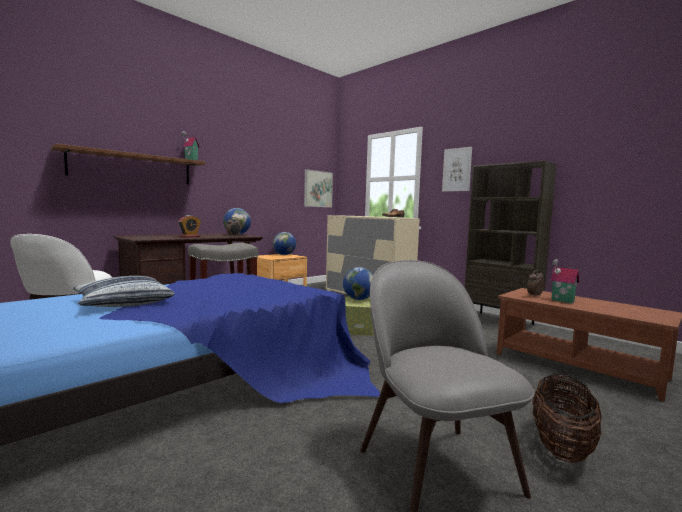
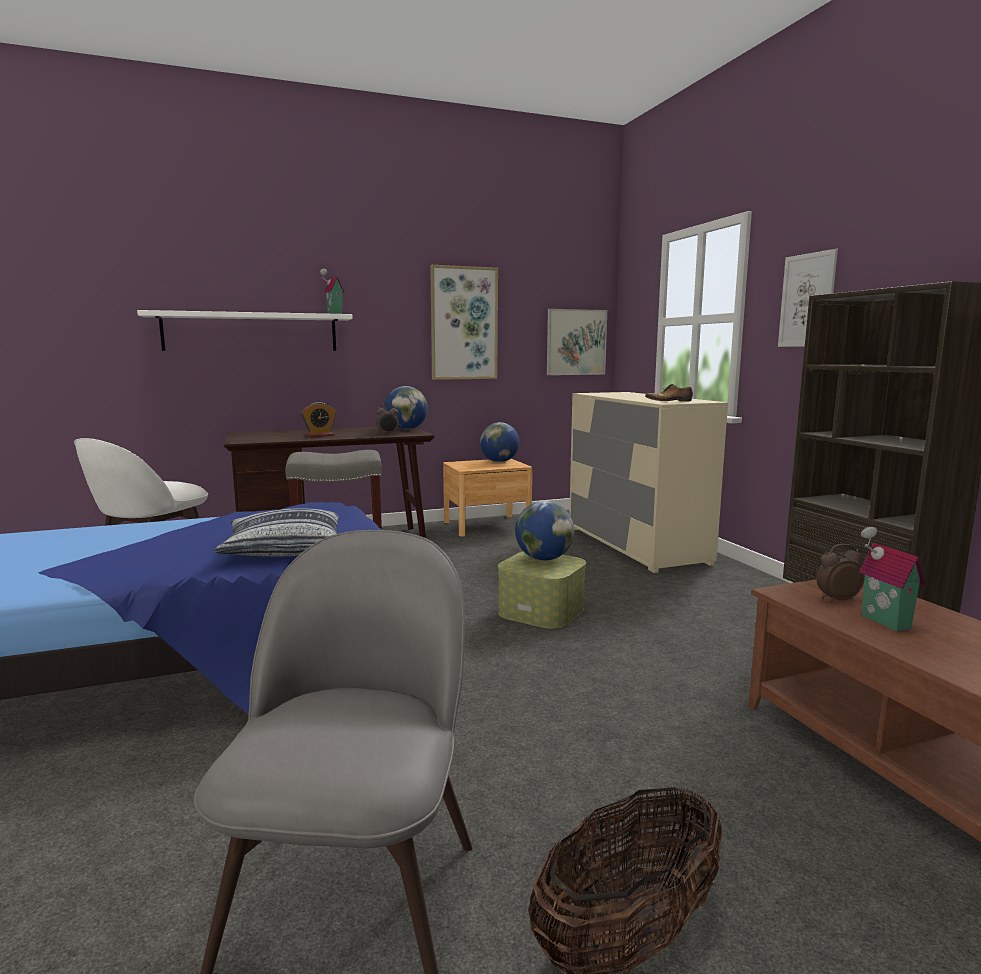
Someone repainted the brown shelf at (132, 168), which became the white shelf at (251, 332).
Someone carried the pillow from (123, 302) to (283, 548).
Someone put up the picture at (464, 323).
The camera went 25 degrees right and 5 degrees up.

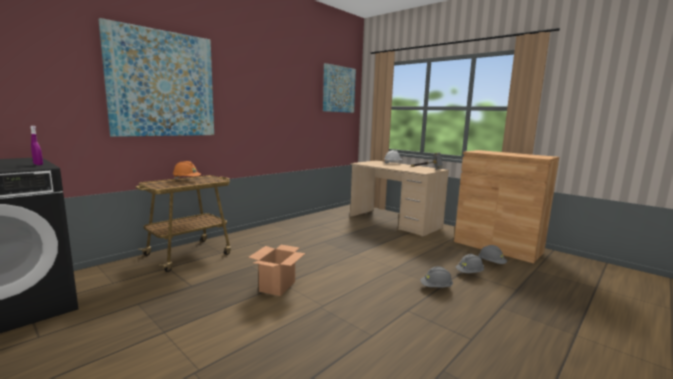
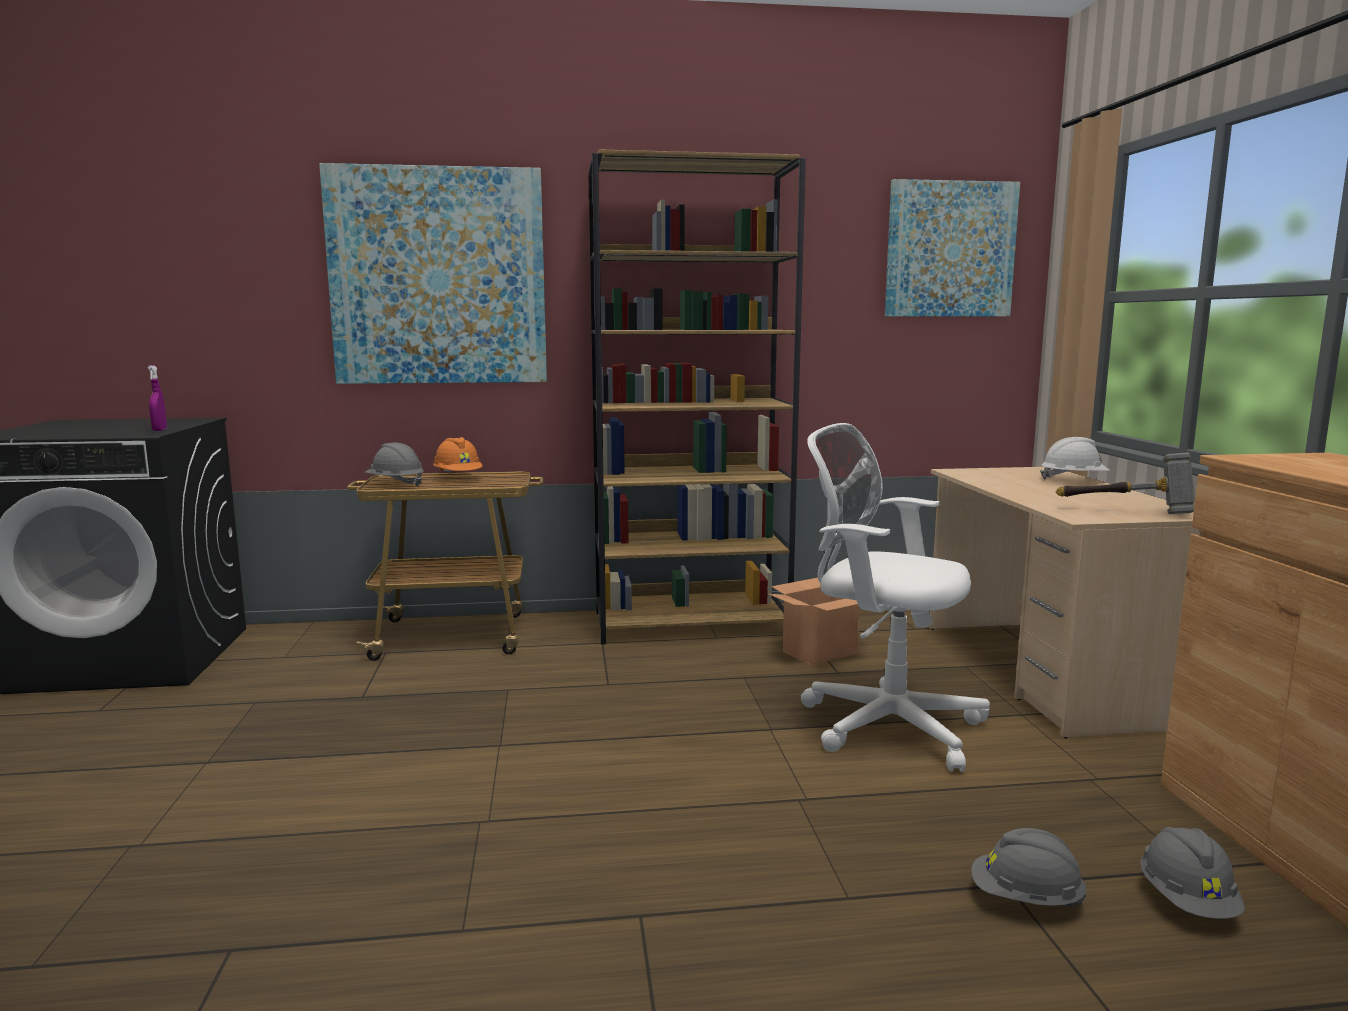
Someone carried the grey hard hat from (436, 288) to (395, 484).
Someone put down the brown bookcase at (691, 623).
Someone carried the cardboard box from (277, 286) to (820, 652).
Someone put down the white office chair at (883, 723).
The camera went 40 degrees right and 0 degrees up.

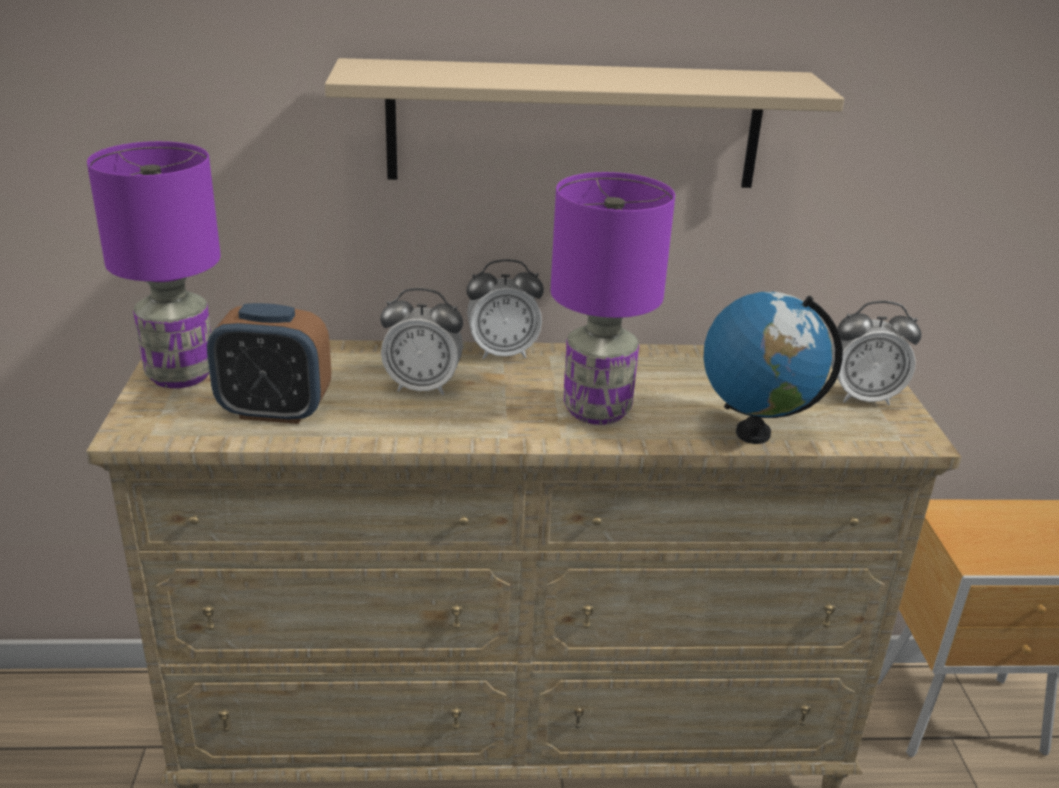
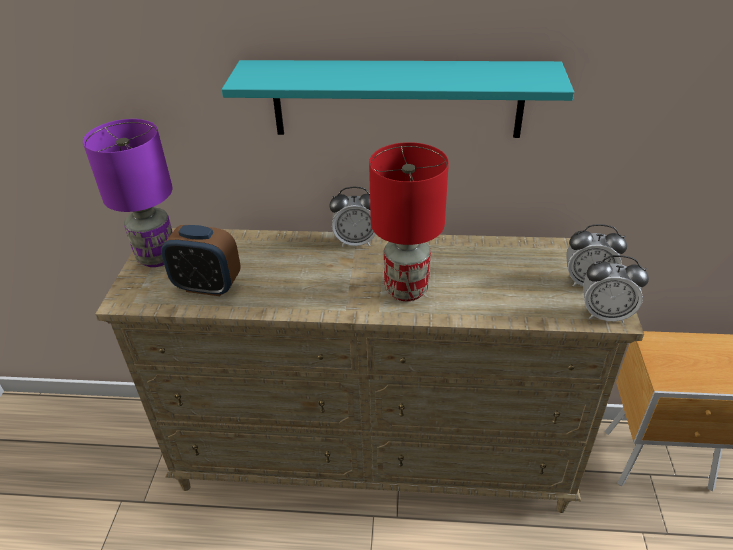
Someone repainted the beige shelf at (574, 125), which became the turquoise shelf at (397, 99).
Someone repainted the purple table lamp at (596, 411), which became the red table lamp at (405, 290).
Someone carried the alarm clock from (423, 387) to (605, 314).
Someone took away the globe at (753, 433).
The camera went 10 degrees right and 10 degrees up.

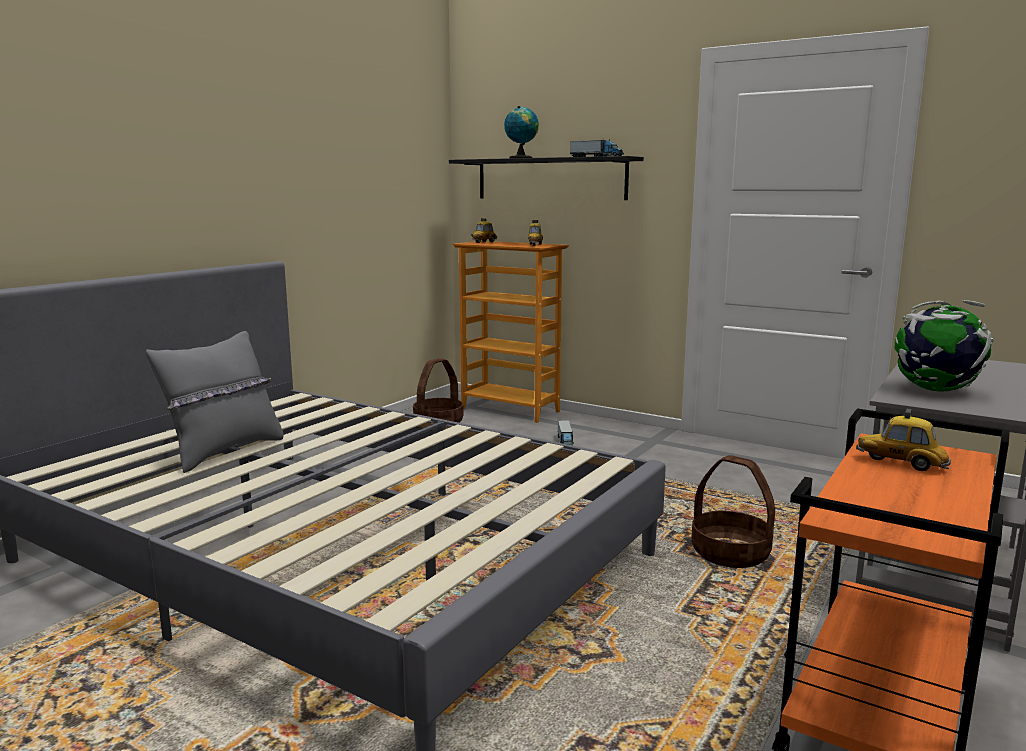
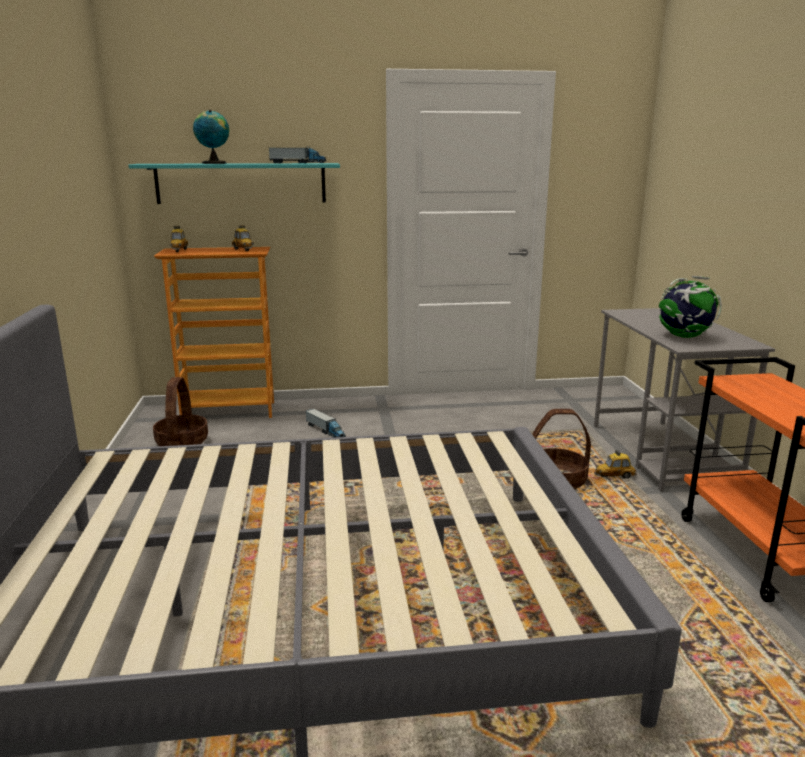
Someone repainted the black shelf at (550, 179), which became the turquoise shelf at (241, 183).
Someone carried the toy car from (901, 463) to (614, 476).
Someone took away the grey pillow at (224, 451).
The camera went 40 degrees left and 5 degrees up.

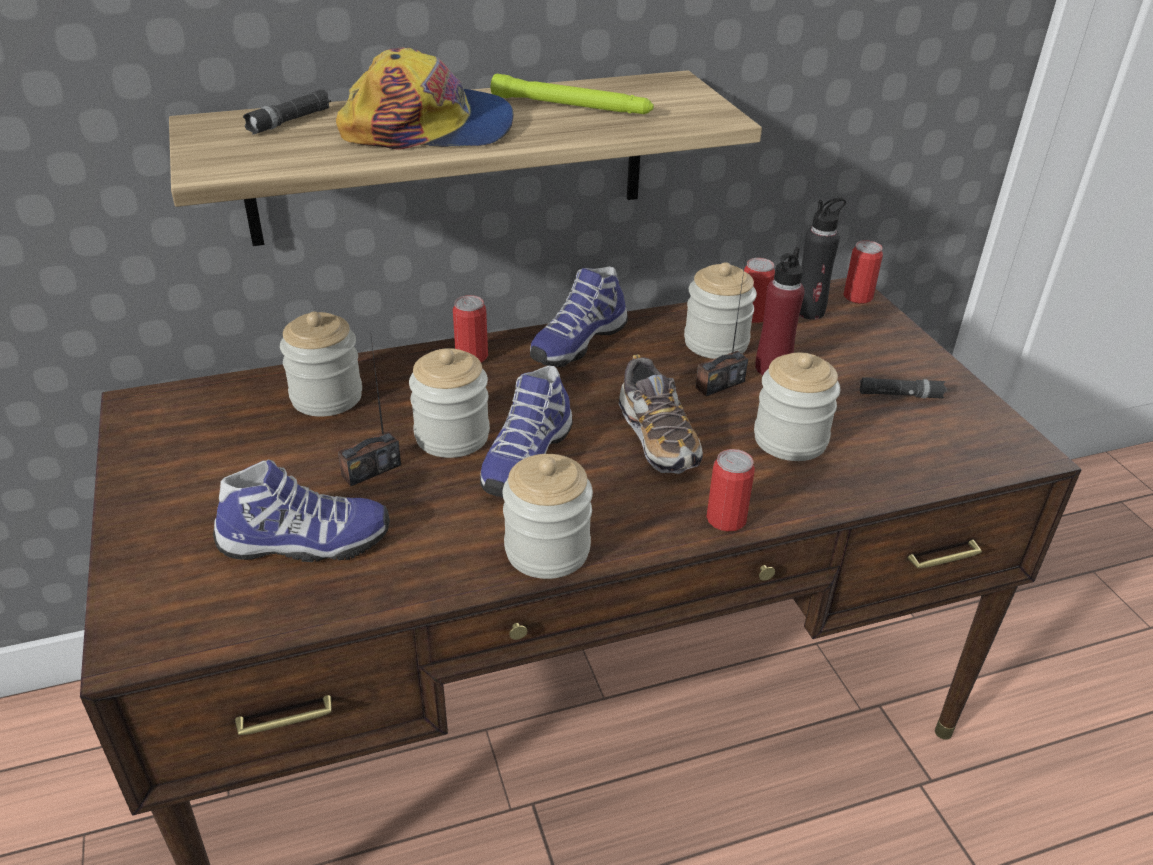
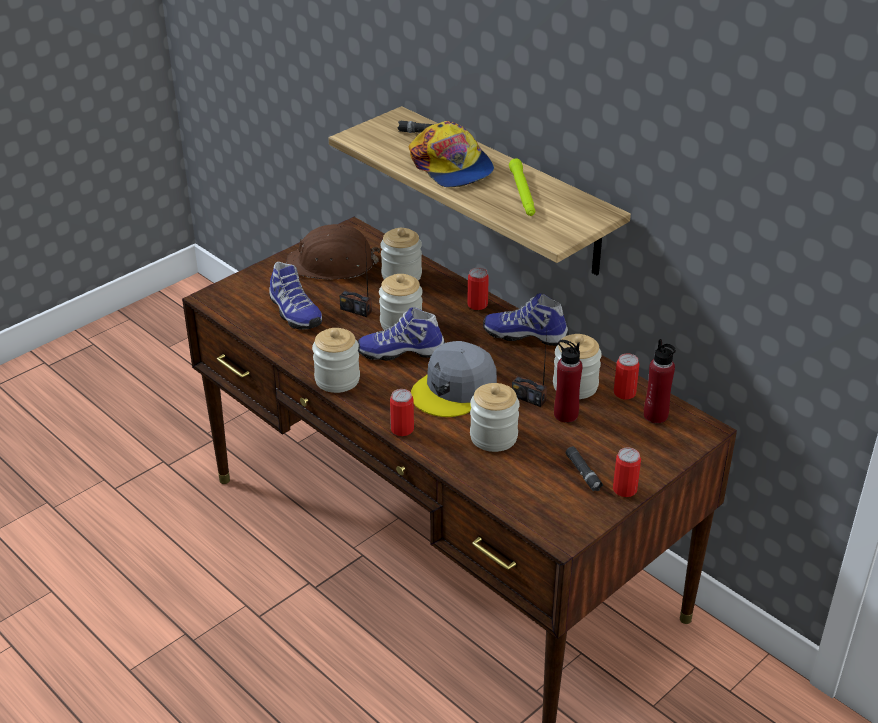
Someone put down the brown hard hat at (332, 264).
Someone swapped the shoe at (657, 438) for the grey cap at (455, 389).
Someone carried the can from (858, 297) to (624, 489).
Someone repainted the black bottle at (809, 311), which became the red bottle at (655, 415).
The camera went 65 degrees right and 0 degrees up.

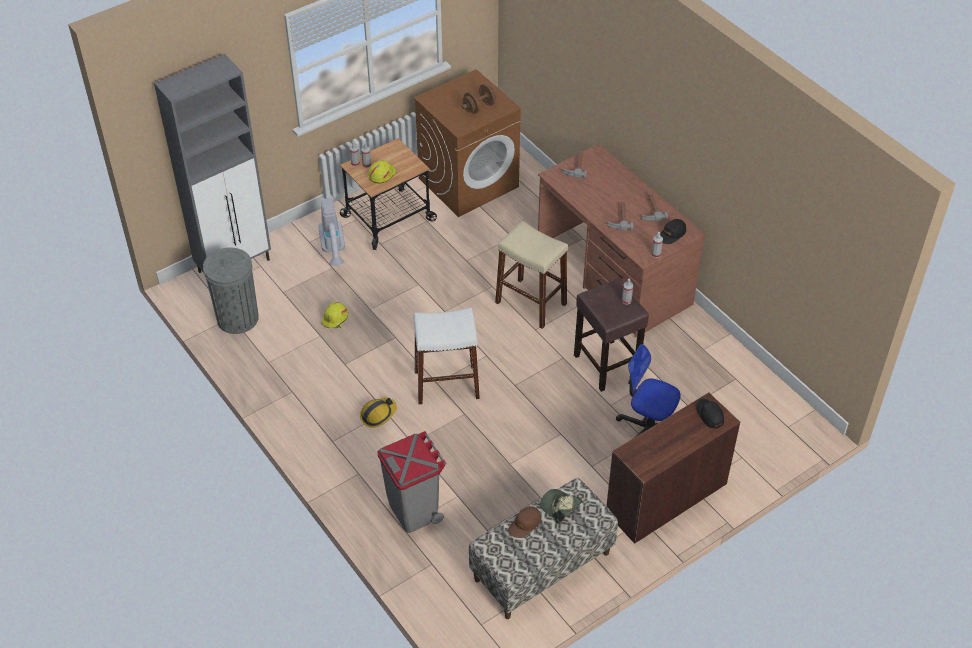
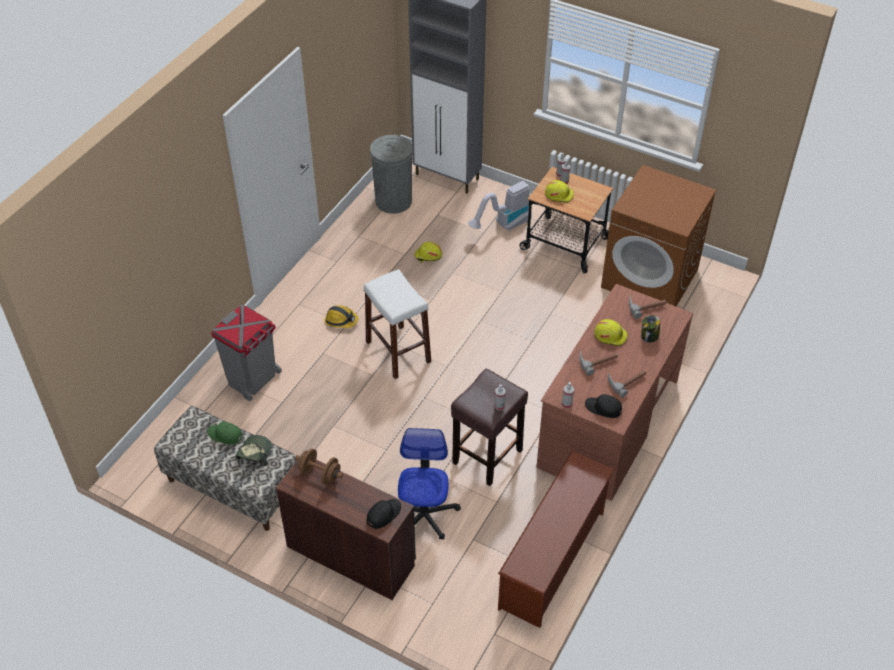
Someone repainted the brown cap at (524, 524), which became the green cap at (225, 435).
Someone carried the brown dumbbell from (479, 107) to (320, 474).
Someone put down the brown shoe rack at (553, 560).
Someone put down the yellow hard hat at (610, 335).
Someone put down the jar at (649, 336).
Someone took away the beige stool at (530, 303).
The camera went 65 degrees right and 0 degrees up.

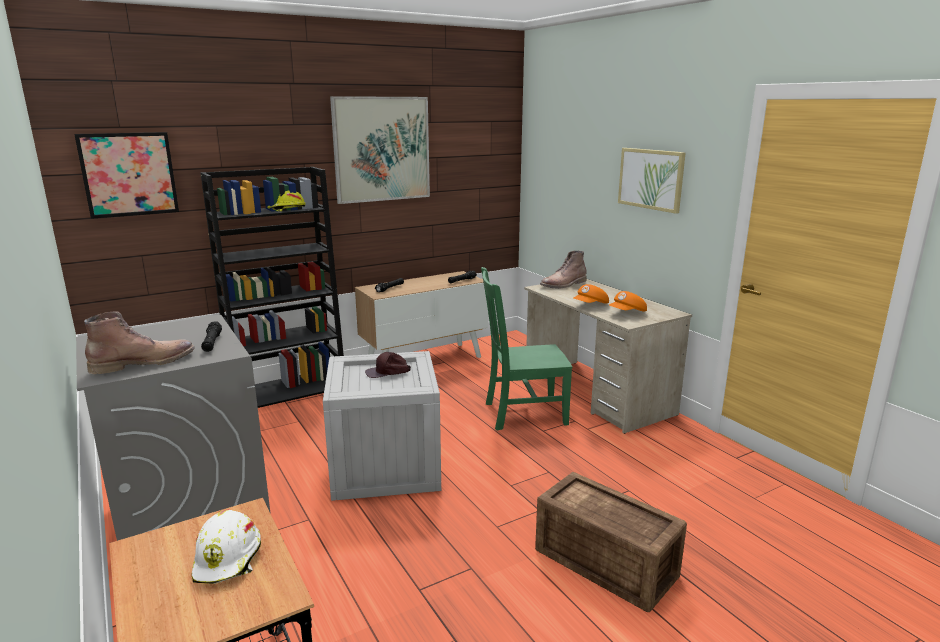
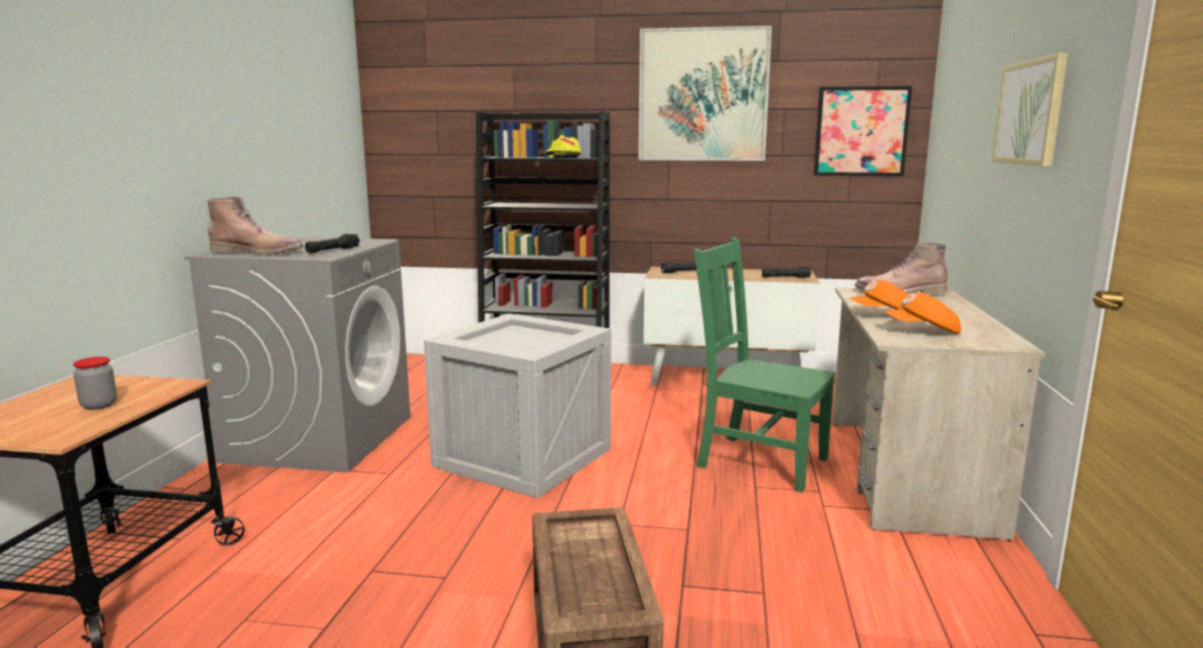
Someone swapped the white hard hat at (229, 559) for the jar at (99, 405).
Someone carried the picture from (129, 174) to (860, 131).
Someone took away the brown cap at (388, 372).
The camera went 40 degrees right and 5 degrees down.

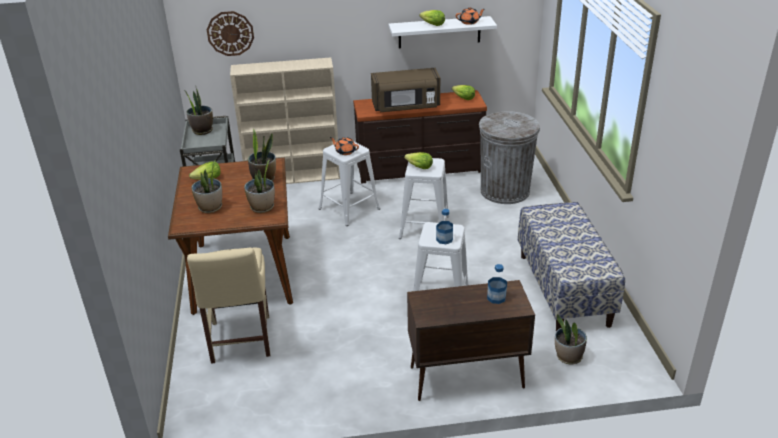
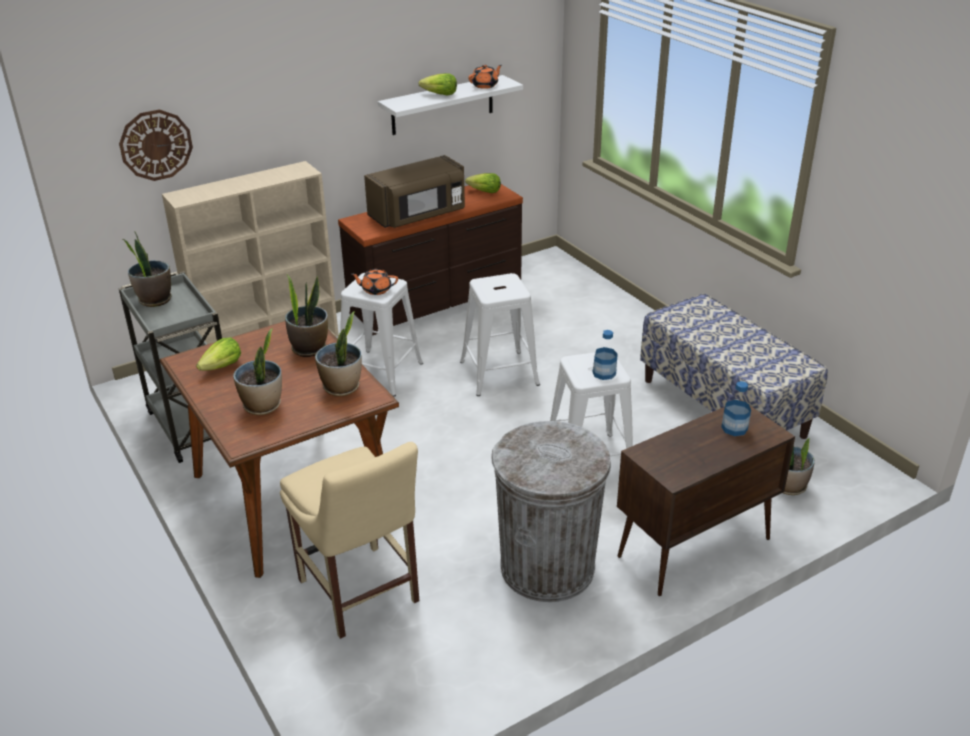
Someone carried the grey trash can from (505, 191) to (547, 567).
Someone took away the lettuce at (419, 167).
The camera went 25 degrees left and 0 degrees up.

